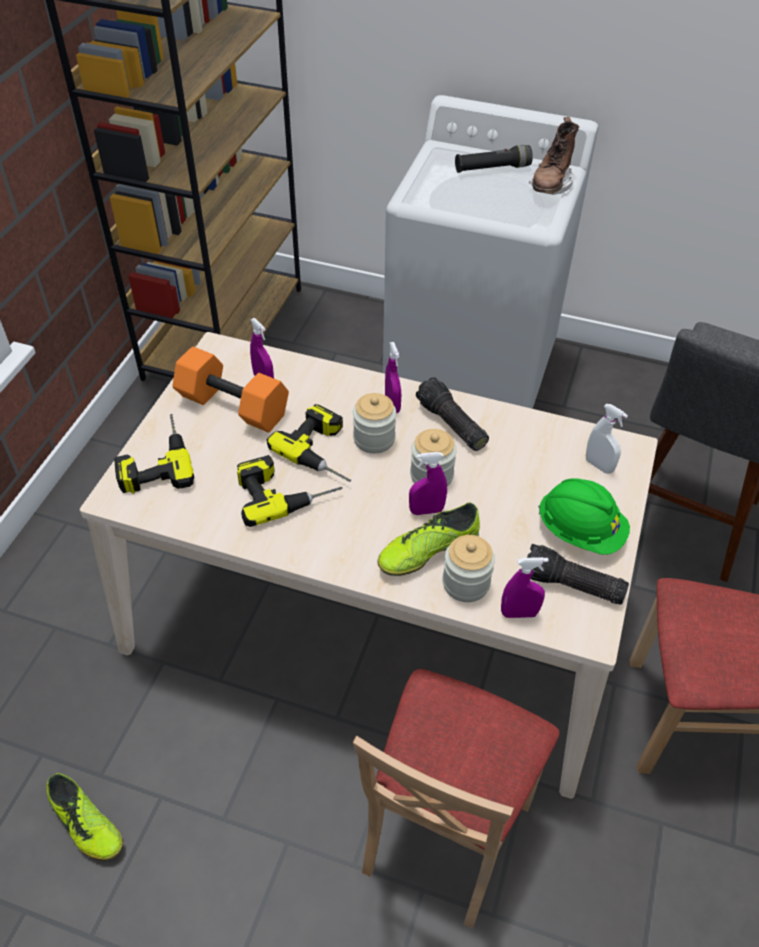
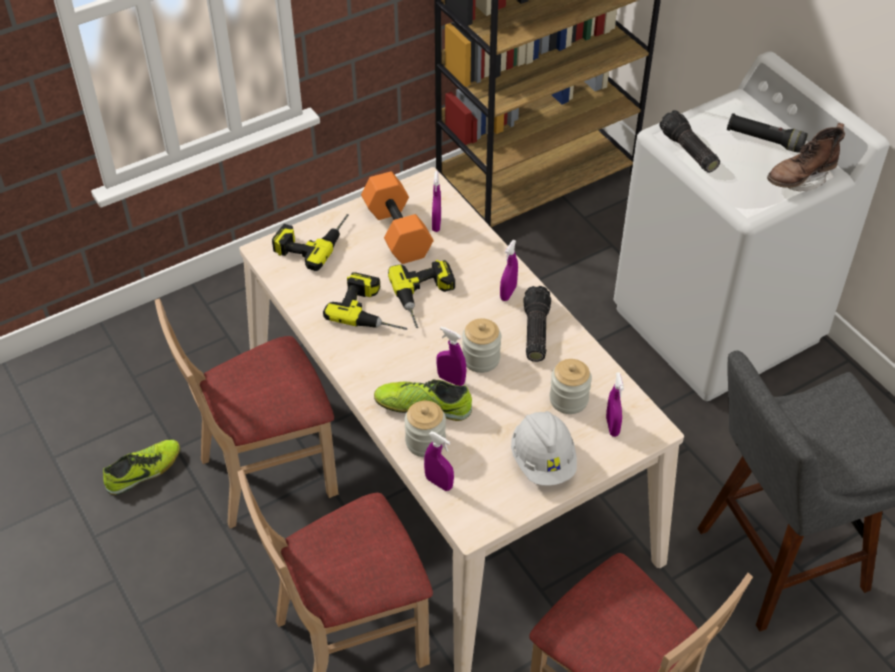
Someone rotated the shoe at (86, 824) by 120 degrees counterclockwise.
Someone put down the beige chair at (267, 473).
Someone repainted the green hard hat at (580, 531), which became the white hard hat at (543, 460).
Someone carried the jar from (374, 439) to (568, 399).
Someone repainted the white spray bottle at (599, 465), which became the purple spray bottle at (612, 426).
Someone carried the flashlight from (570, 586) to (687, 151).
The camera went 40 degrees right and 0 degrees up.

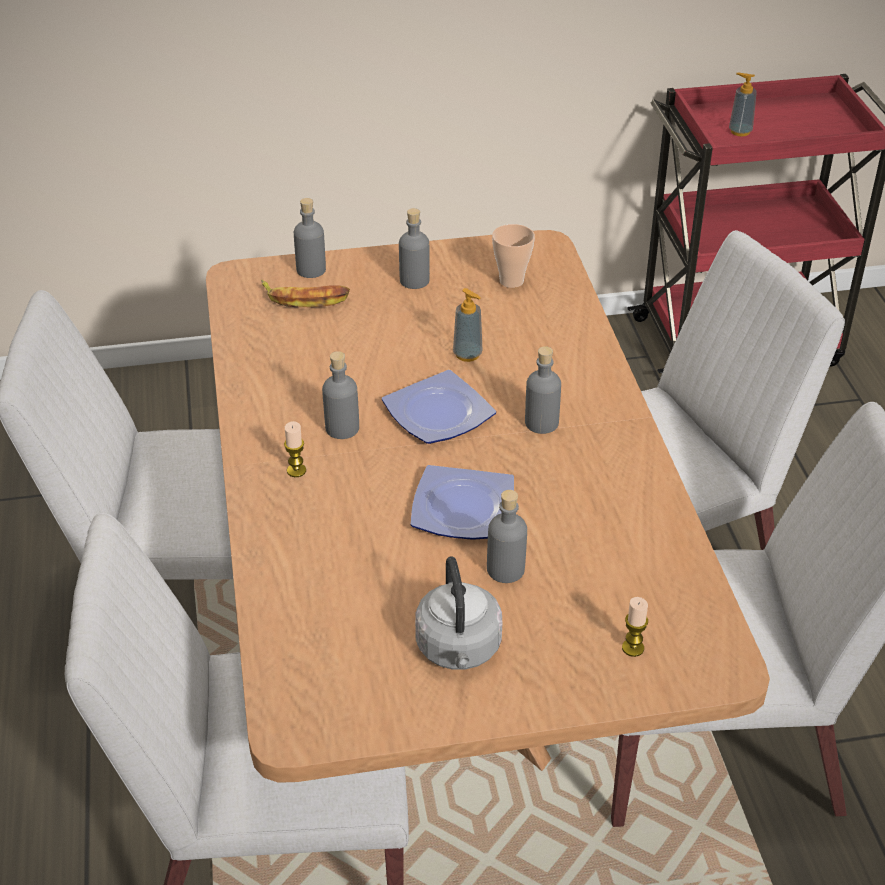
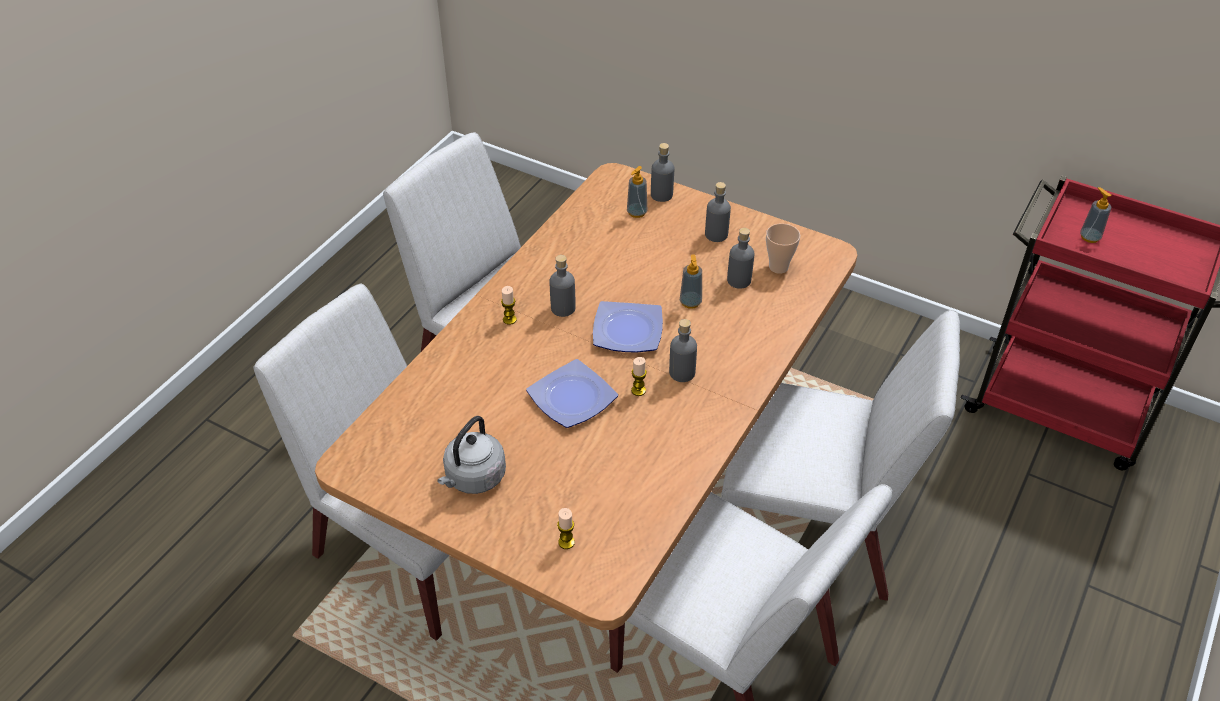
Someone swapped the banana at (305, 298) for the soap dispenser at (636, 212).
Someone put down the candle at (638, 390).
Someone carried the grey bottle from (505, 569) to (739, 280).
The camera went 40 degrees right and 5 degrees up.

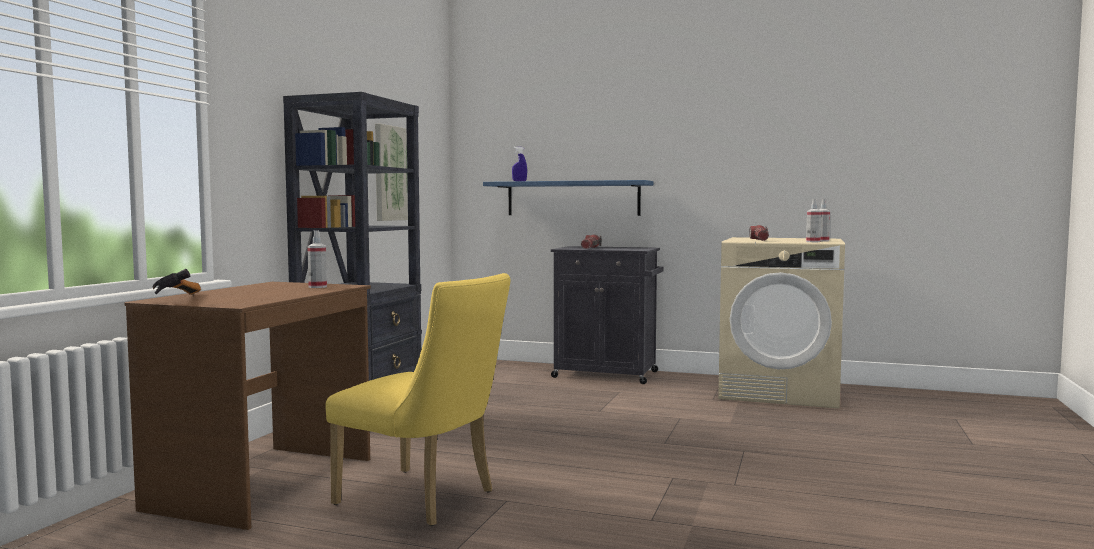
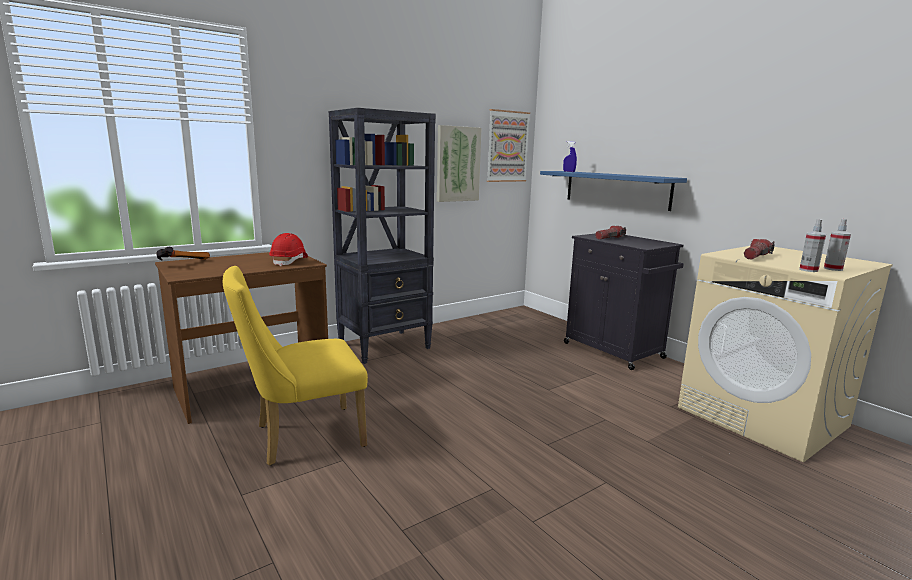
Someone rotated the yellow chair at (425, 499) by 90 degrees clockwise.
Someone swapped the spray bottle at (317, 287) for the red hard hat at (289, 261).
Someone put up the picture at (507, 146).
The camera went 35 degrees right and 10 degrees up.

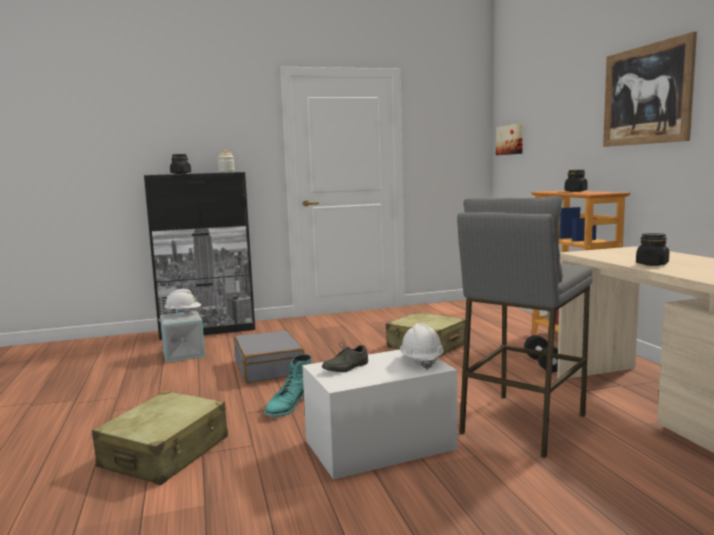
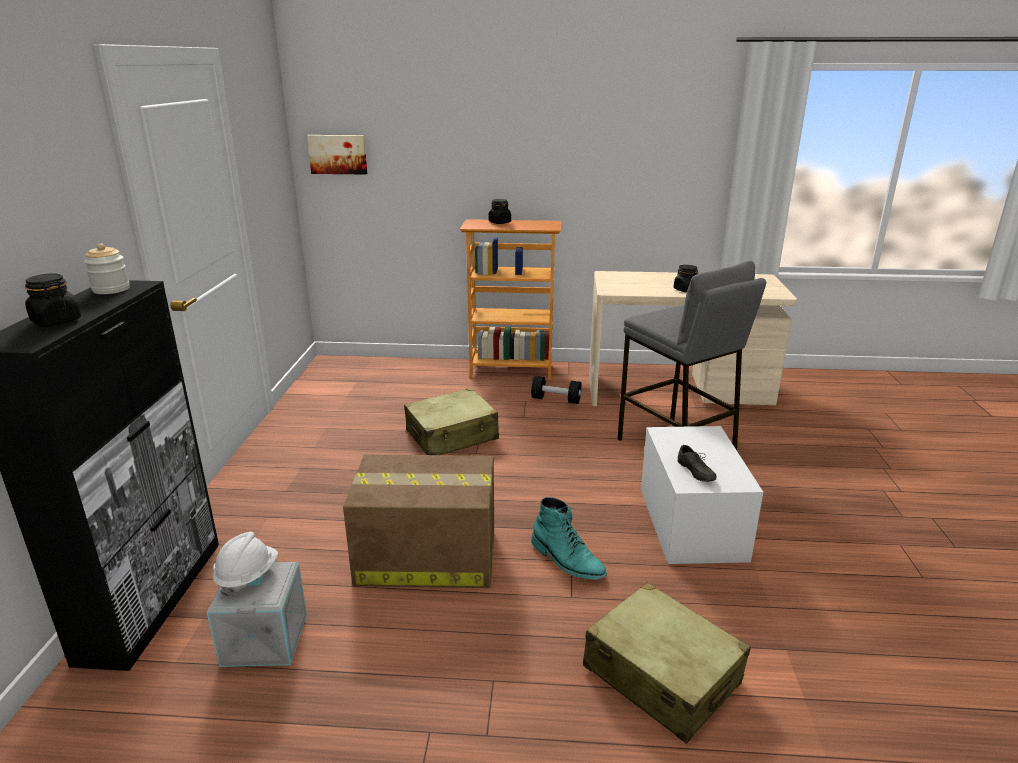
Someone swapped the grey suitcase at (269, 368) for the cardboard box at (425, 556).
Someone took away the white hard hat at (421, 361).
Someone took away the picture at (646, 95).
The camera went 70 degrees left and 15 degrees up.

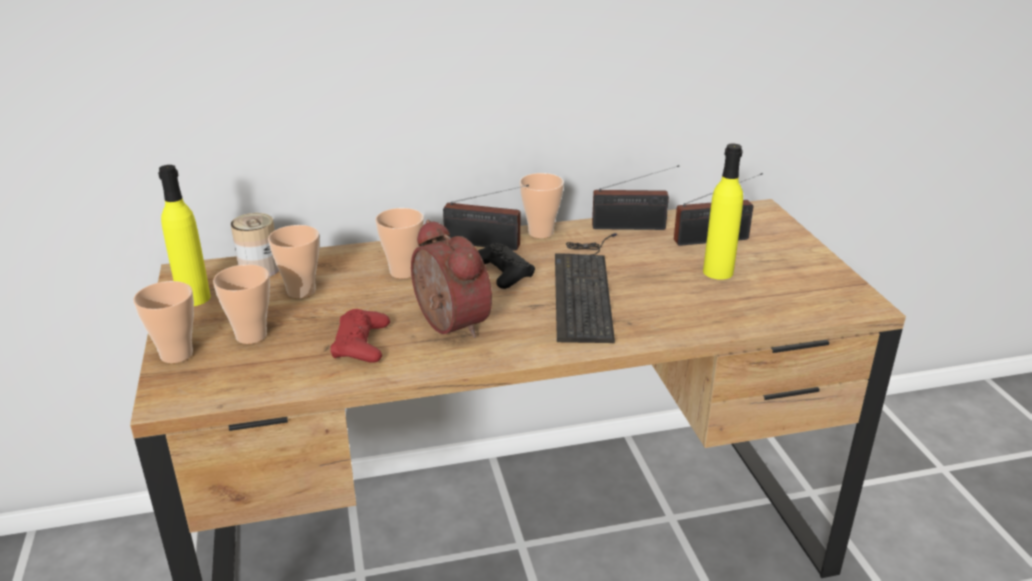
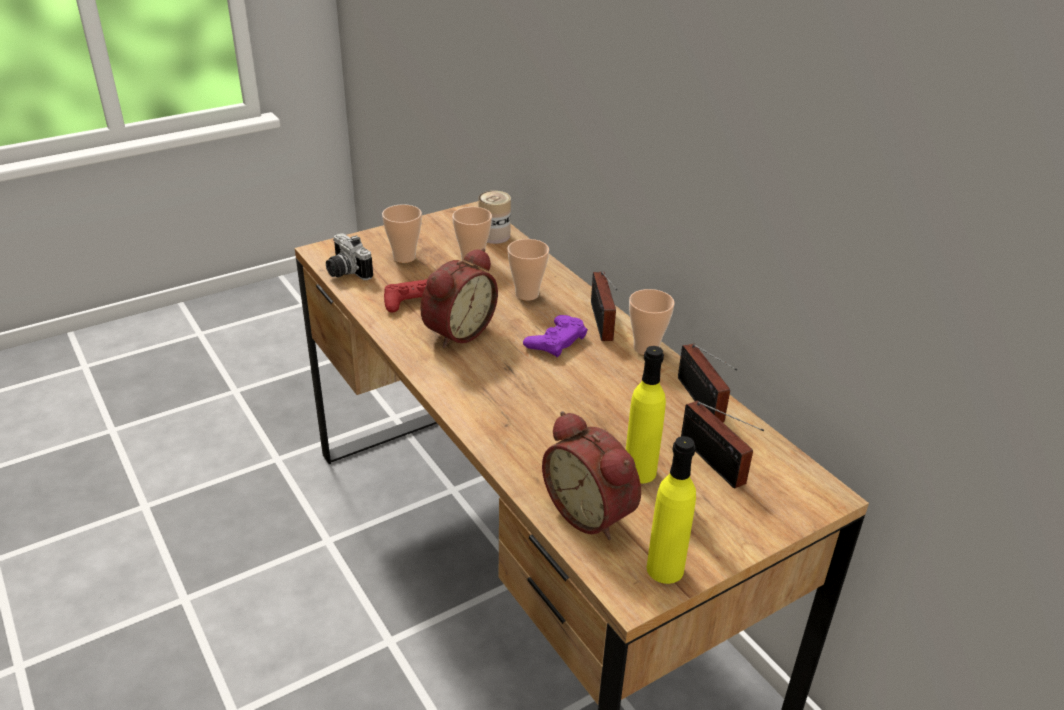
Someone put down the photo camera at (345, 272).
Someone repainted the black game controller at (502, 272), which became the purple game controller at (556, 341).
Someone put down the alarm clock at (592, 512).
Someone carried the yellow bottle from (194, 298) to (665, 569).
Someone took away the cup at (176, 354).
Someone took away the keyboard at (584, 286).
The camera went 70 degrees right and 5 degrees up.

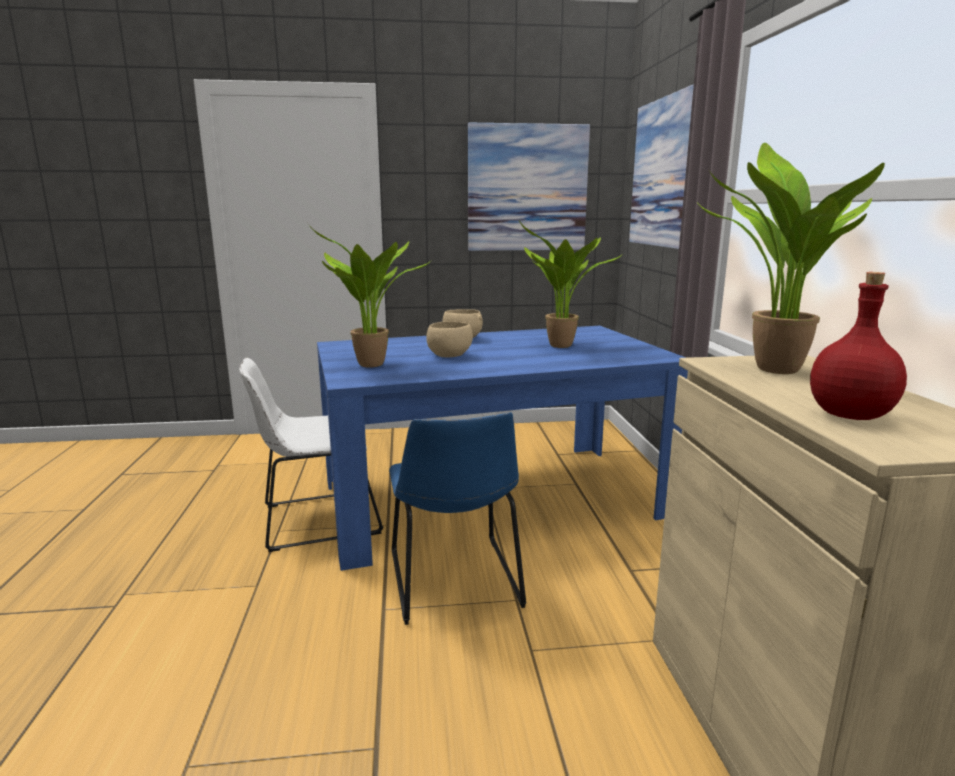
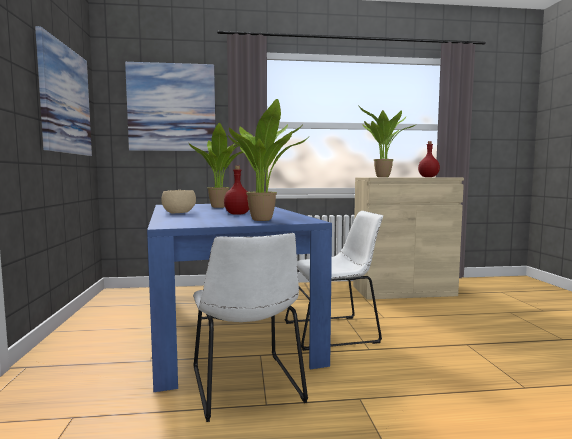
Someone swapped the beige bowl at (449, 356) for the red bottle at (238, 214).
Someone repainted the blue chair at (455, 582), which became the white chair at (335, 332).
The camera went 90 degrees left and 10 degrees down.

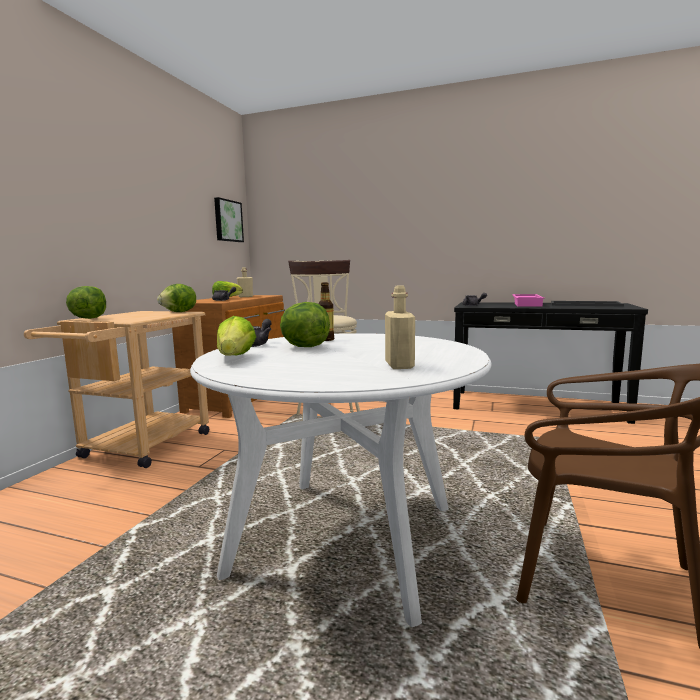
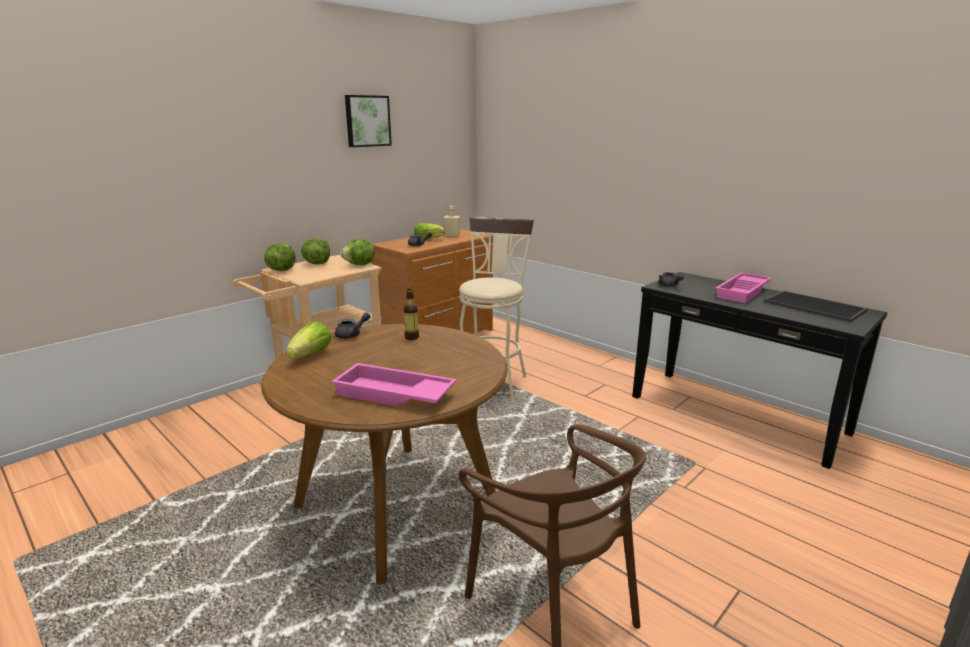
Someone repainted the white dining table at (345, 539), which became the brown dining table at (396, 505).
Someone carried the lettuce from (304, 347) to (317, 263).
Someone swapped the beige bottle at (399, 365) for the pink tray at (393, 395).
Someone carried the picture from (227, 221) to (367, 121).
The camera went 25 degrees right and 10 degrees up.

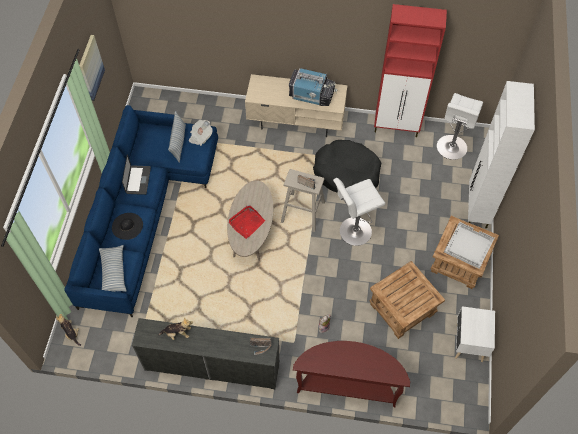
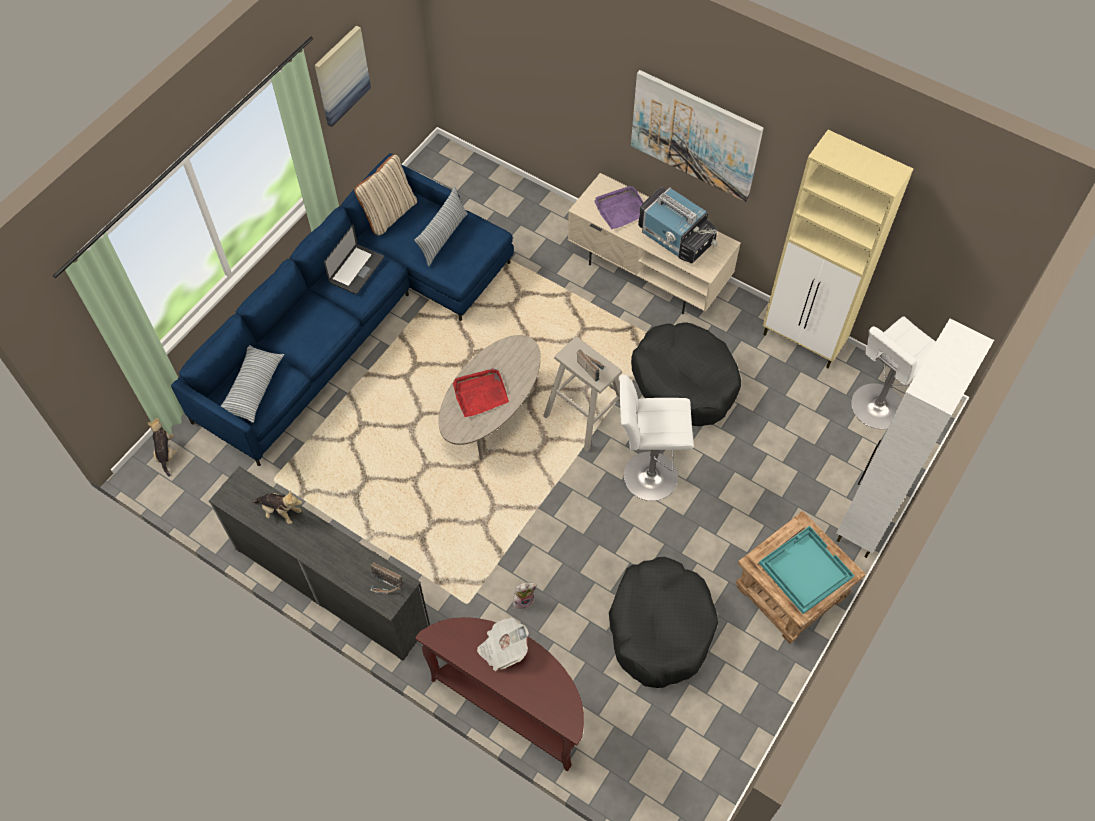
Someone put down the beige pillow at (389, 214).
Someone carried the newspaper from (200, 136) to (503, 648).
Someone put down the purple tray at (620, 209).
Someone swapped the brown side table at (403, 309) for the black dog bed at (660, 627).
Someone put up the picture at (695, 135).
Someone repainted the white tray at (468, 246), which became the turquoise tray at (804, 570).
Someone repainted the red cabinet at (397, 127), which became the beige cabinet at (803, 341).
Someone took away the black hat at (127, 226).
Someone took away the white nightstand at (468, 343).
The camera went 25 degrees right and 0 degrees up.

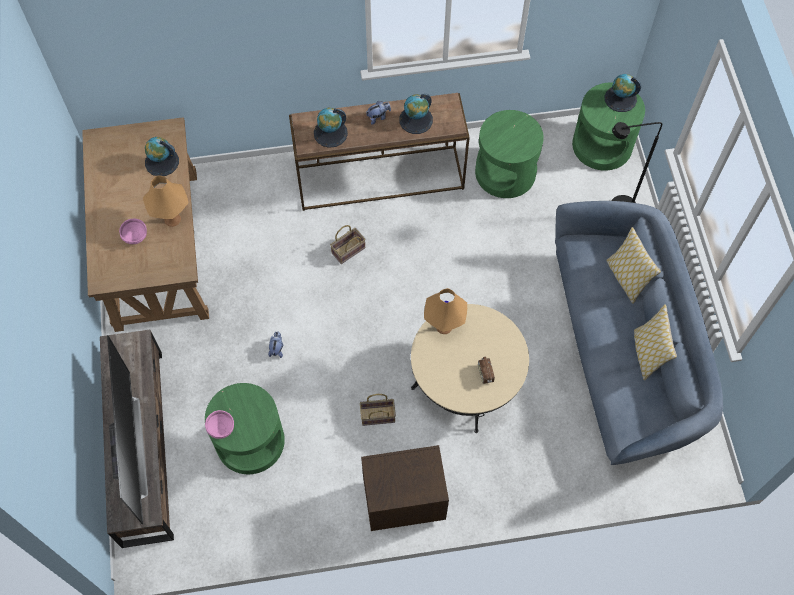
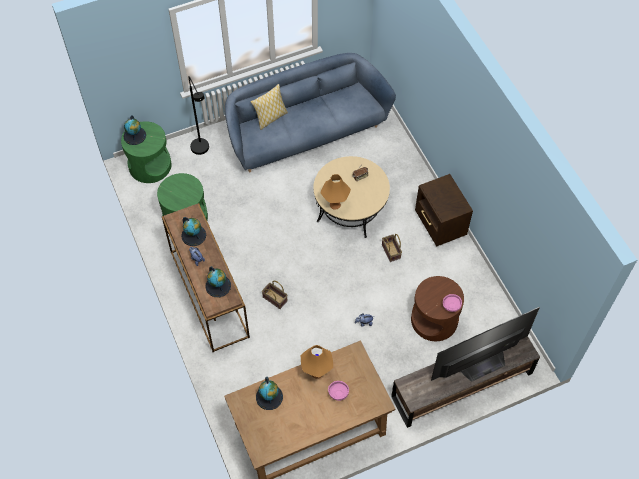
Someone repainted the green side table at (250, 441), which became the brown side table at (434, 320).
Someone took away the pillow at (647, 354).
The camera went 105 degrees left and 5 degrees down.

